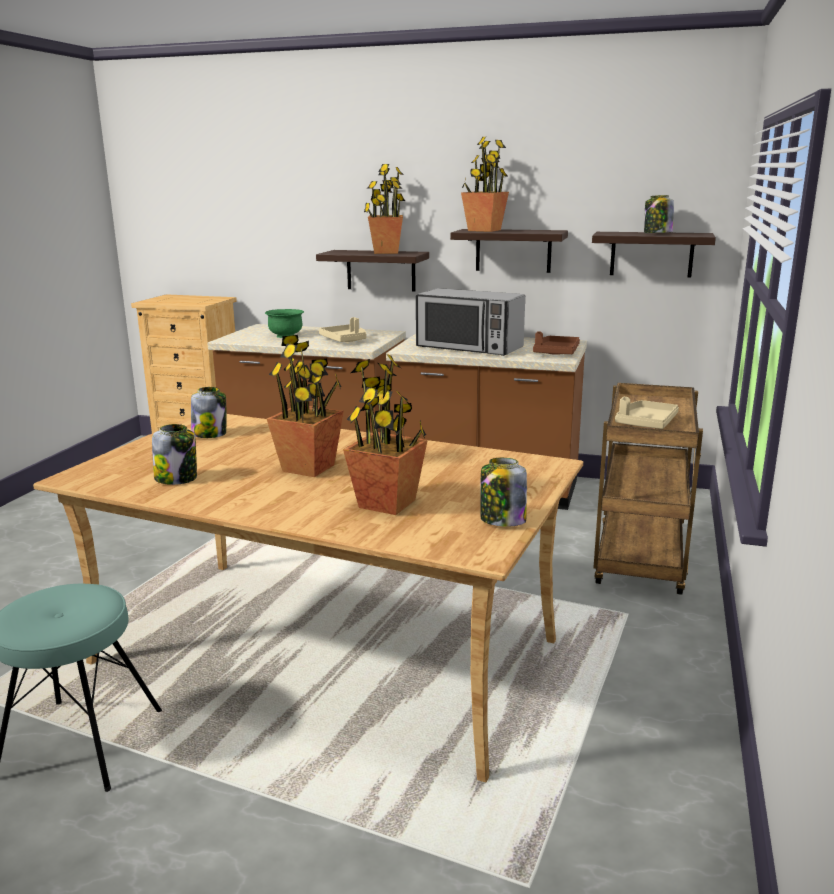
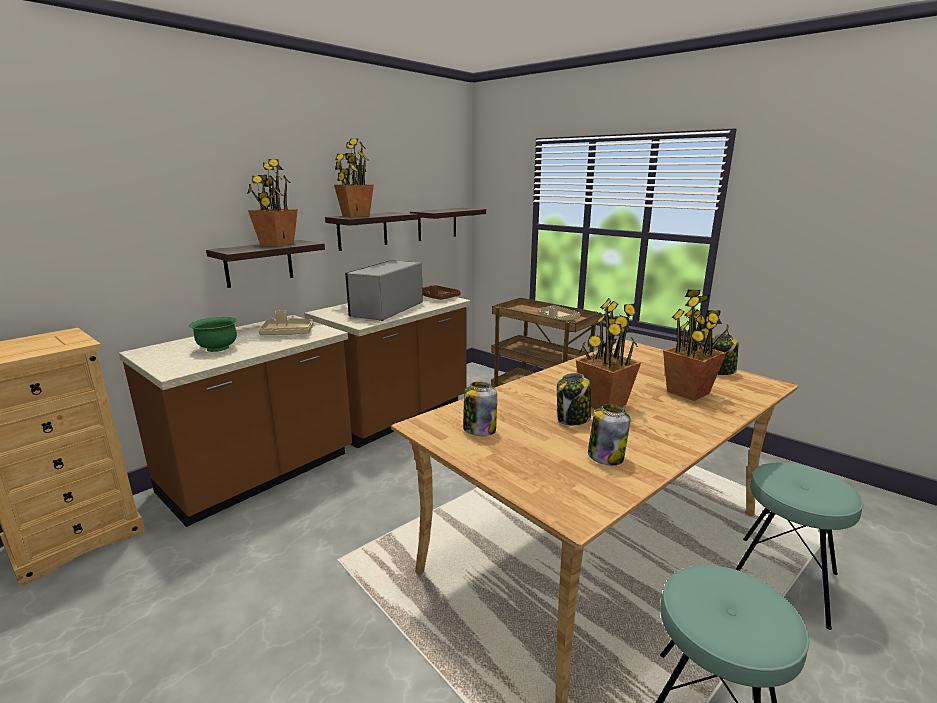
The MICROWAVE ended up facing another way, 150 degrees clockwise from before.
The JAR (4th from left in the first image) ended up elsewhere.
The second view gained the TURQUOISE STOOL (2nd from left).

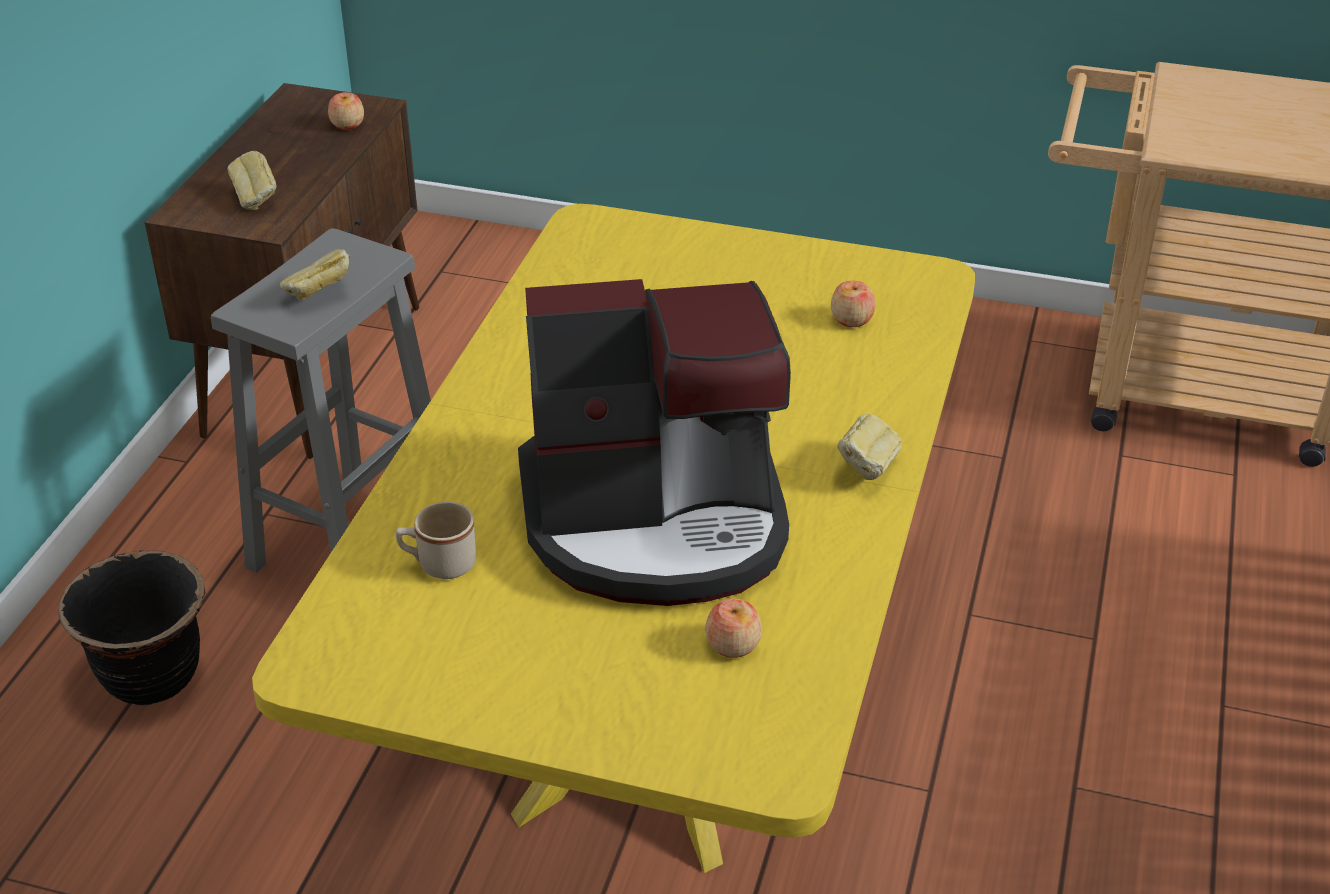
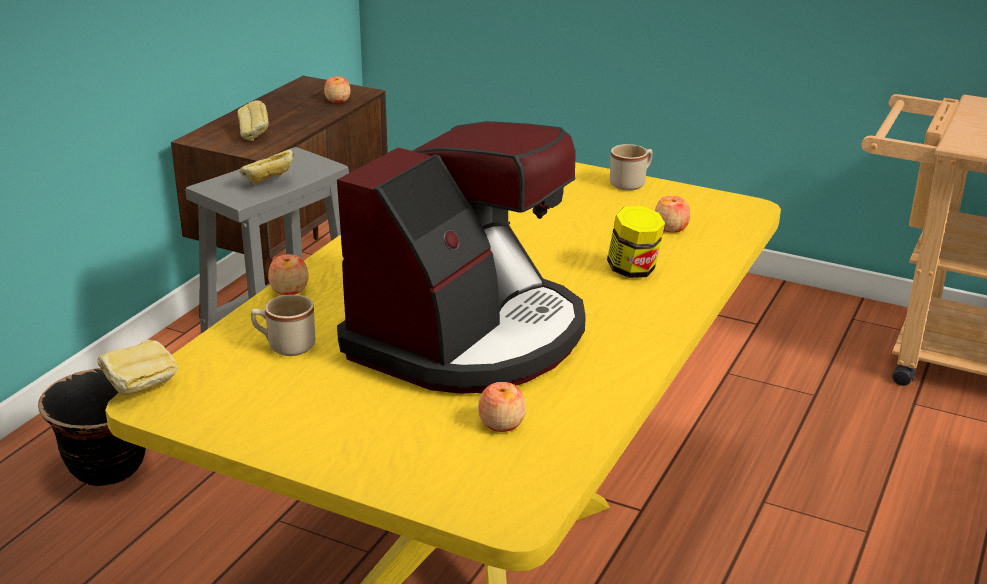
The BREAD (3rd from left in the first image) ended up elsewhere.
The second view gained the APPLE (1st from left).
The COFFEE MACHINE ended up facing another way, 60 degrees counterclockwise from before.
The second view gained the JAR.
The second view gained the BEIGE MUG (2nd from left).

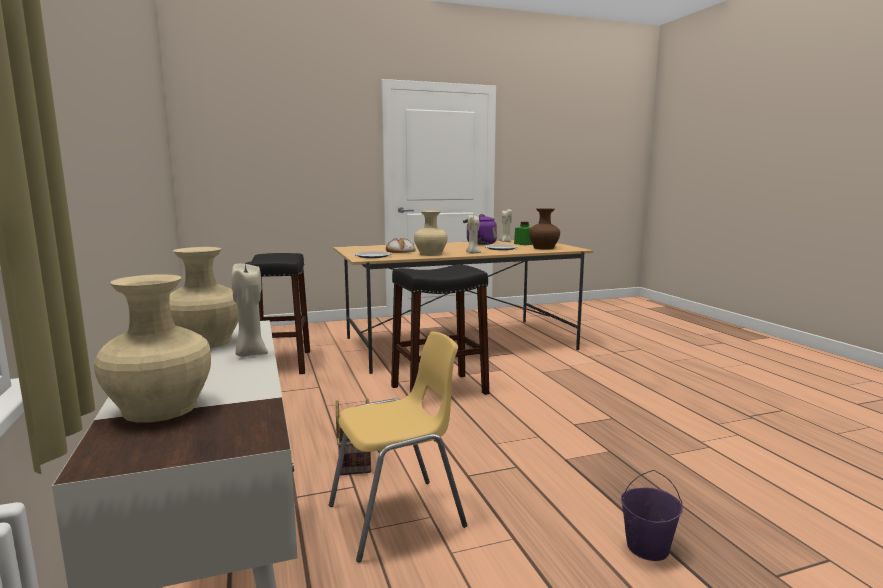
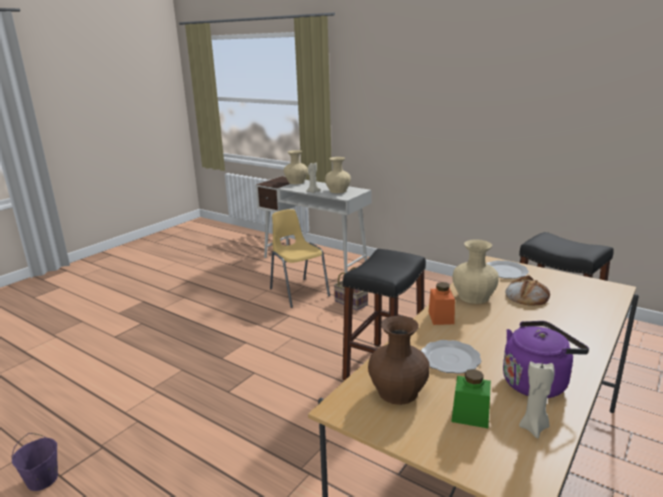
The PURPLE BUCKET ended up elsewhere.
The YELLOW CHAIR ended up facing another way, 120 degrees clockwise from before.
Where the BEIGE CANDLE (2nd from left) stood, the ORANGE JAR came to stand.

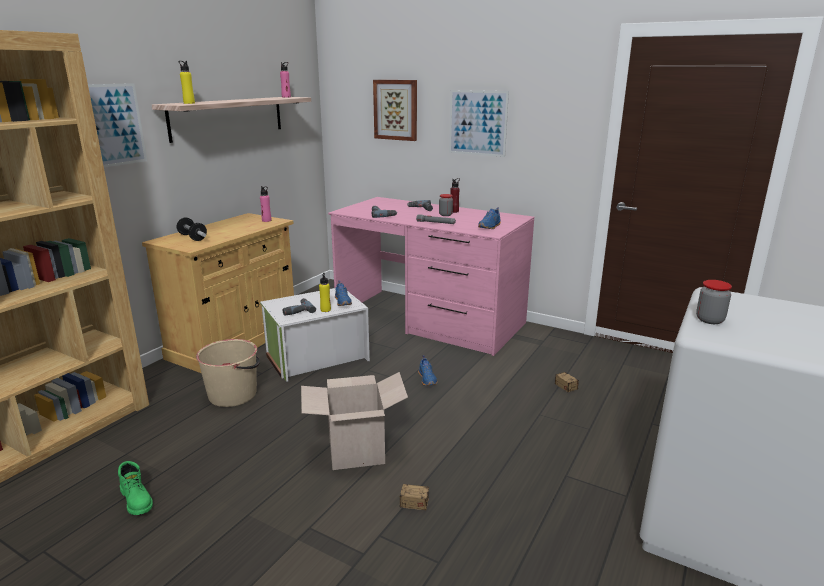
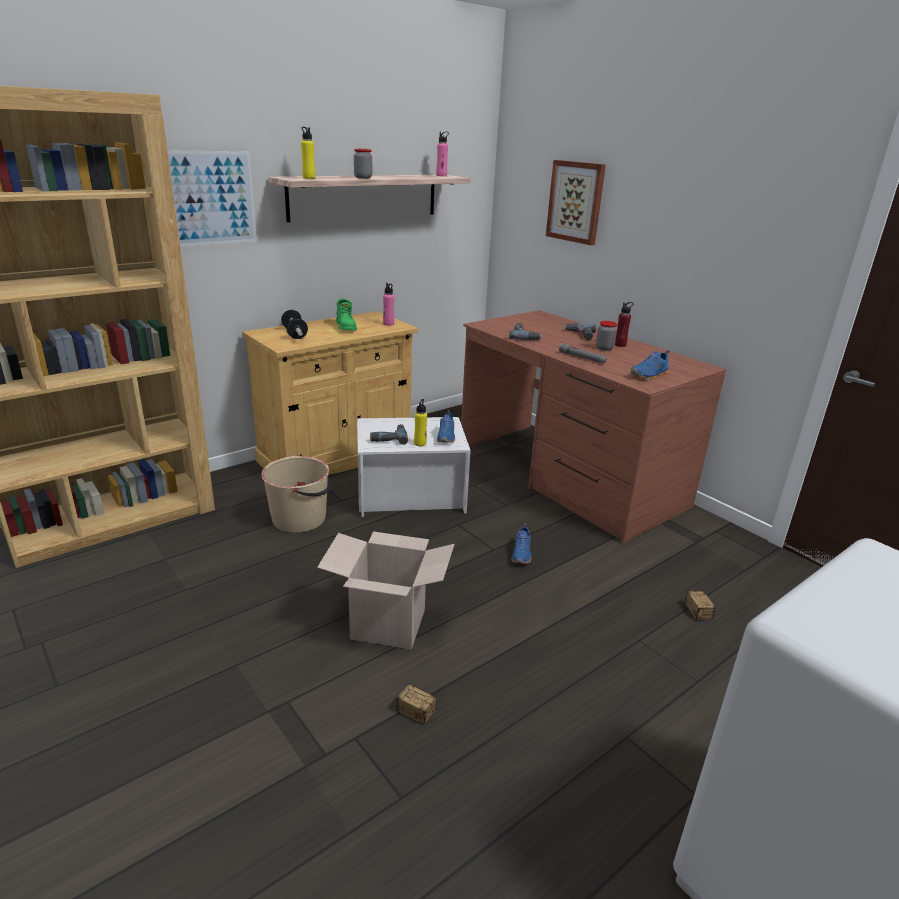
The GREEN BOOT ended up elsewhere.
The JAR (2nd from left in the first image) ended up elsewhere.
What was the PINK DESK turned into the BROWN DESK.
The second view lost the PICTURE (3rd from left).

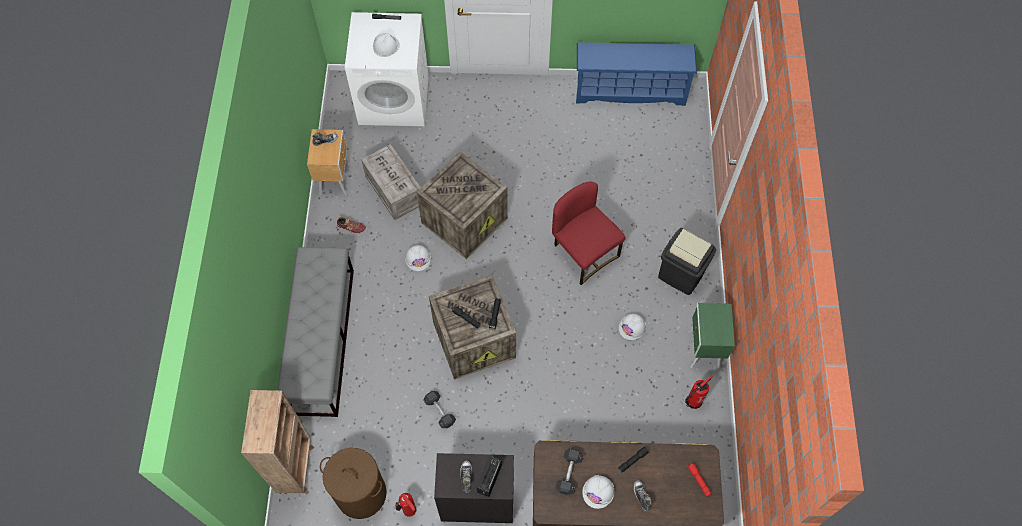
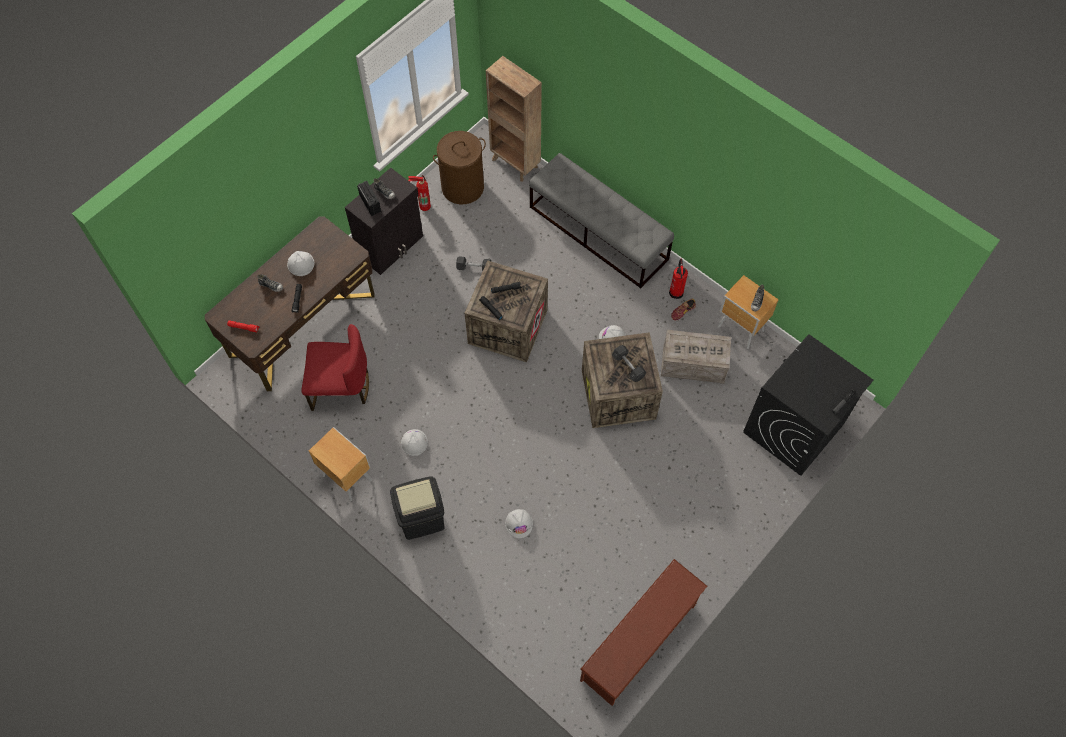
The RED CHAIR ended up elsewhere.
What was the GREEN NIGHTSTAND turned into the BROWN NIGHTSTAND (1st from left).
The WHITE HARD HAT (1st from left in the first image) ended up elsewhere.
What was the BLUE SHOE RACK turned into the BROWN SHOE RACK.
The GREY DUMBBELL (2nd from left) ended up elsewhere.
The FIRE EXTINGUISHER (2nd from left) ended up elsewhere.
What was the WHITE WASHING MACHINE turned into the BLACK WASHING MACHINE.

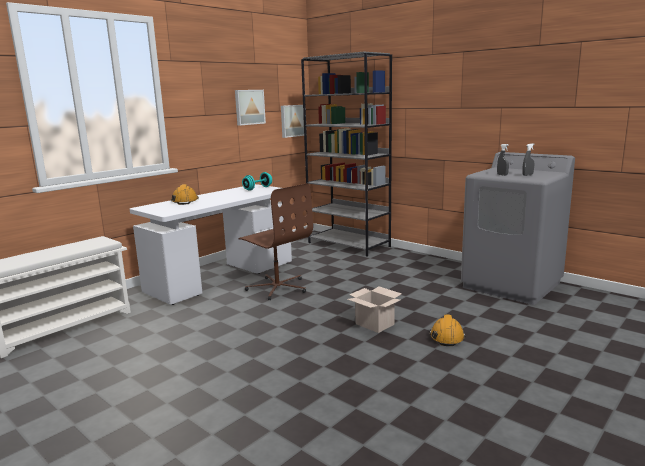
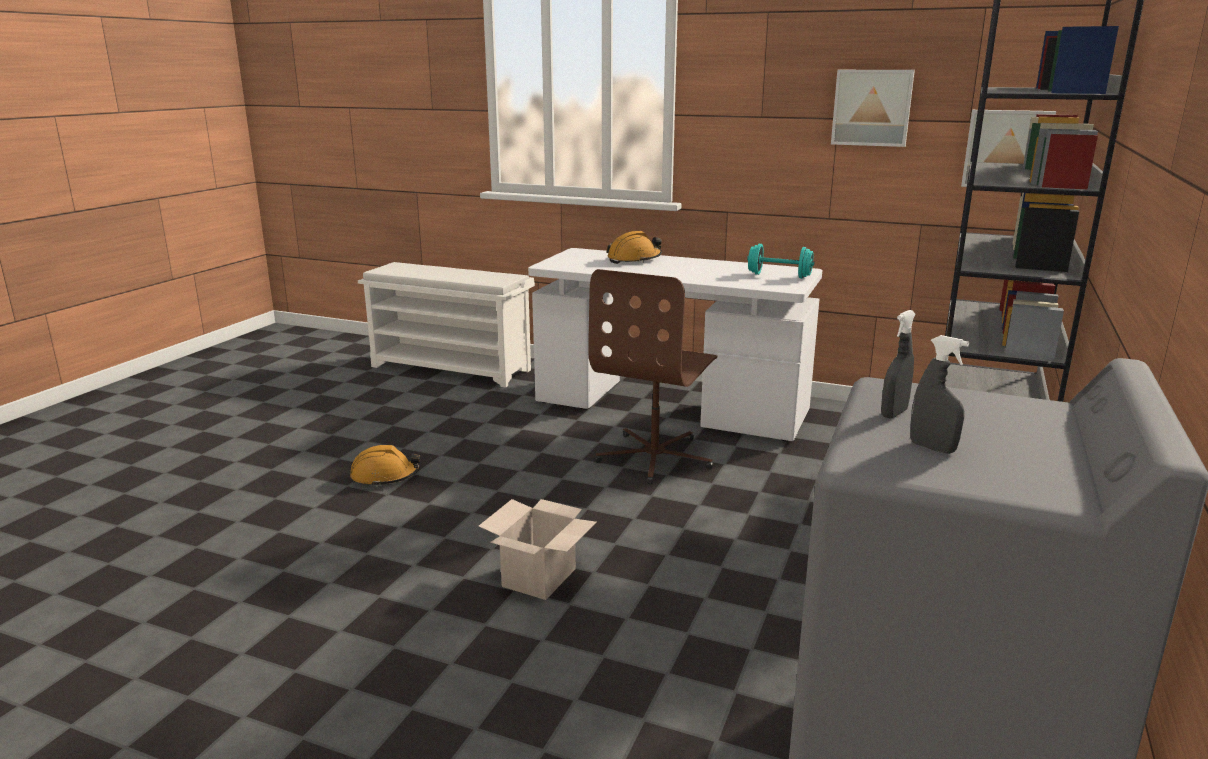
The ORANGE HARD HAT (2nd from left in the first image) ended up elsewhere.

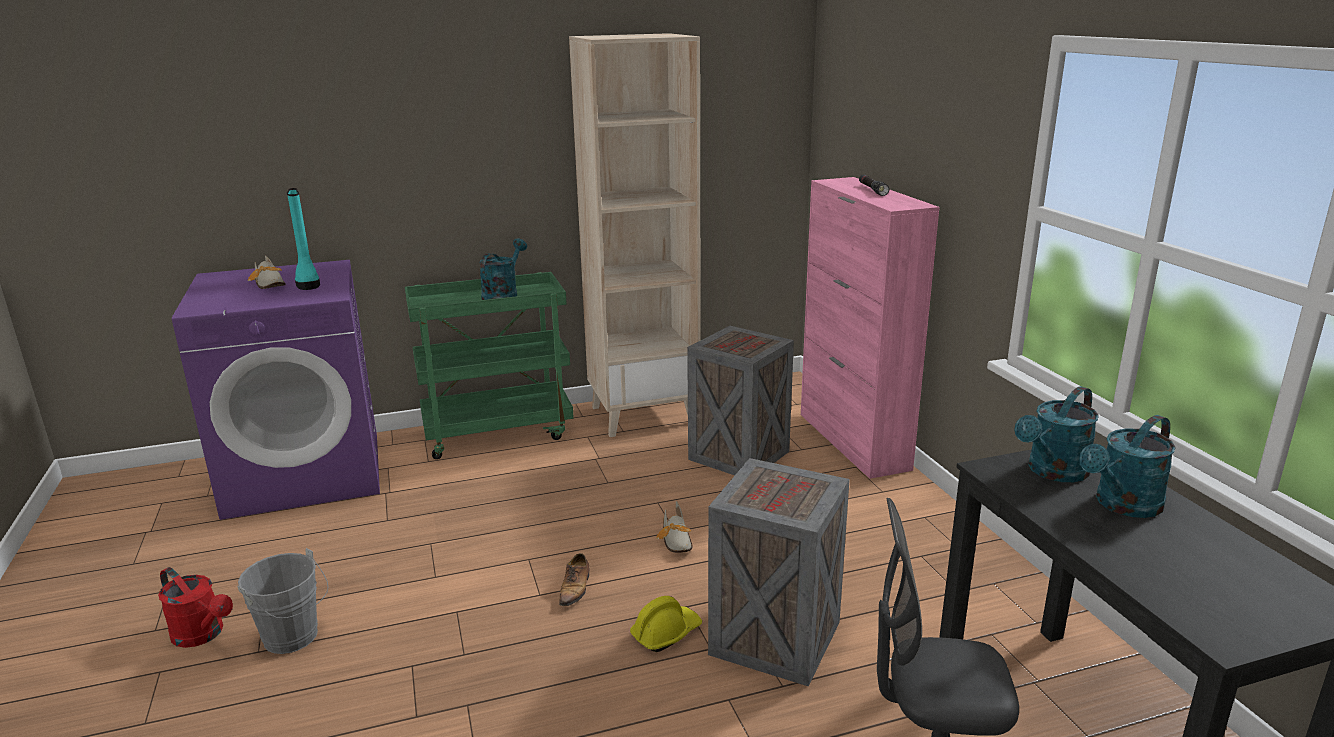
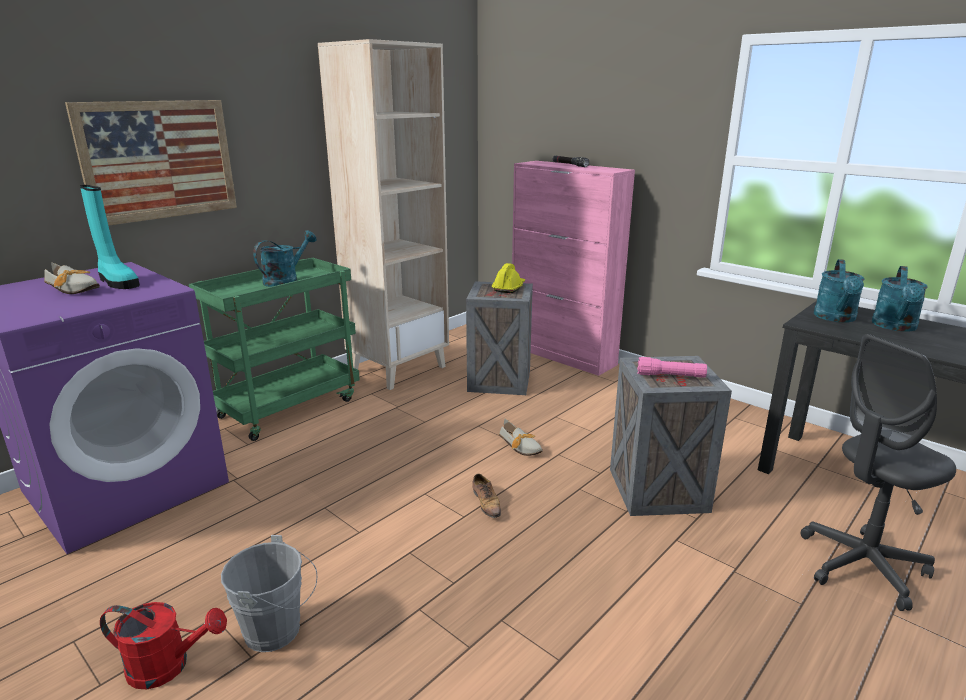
The second view gained the PICTURE.
The TURQUOISE WATERING CAN (1st from left) ended up facing another way, 45 degrees clockwise from before.
The YELLOW HARD HAT ended up elsewhere.
The second view gained the PINK FLASHLIGHT.

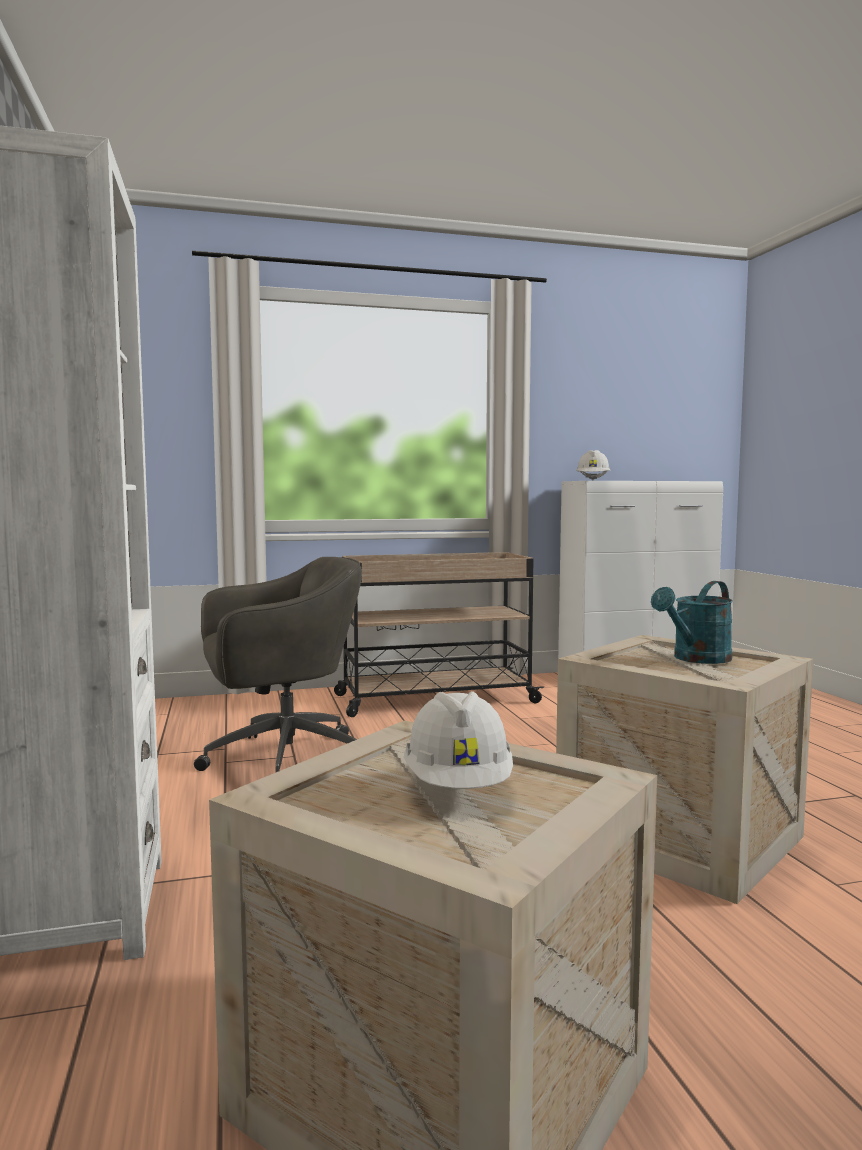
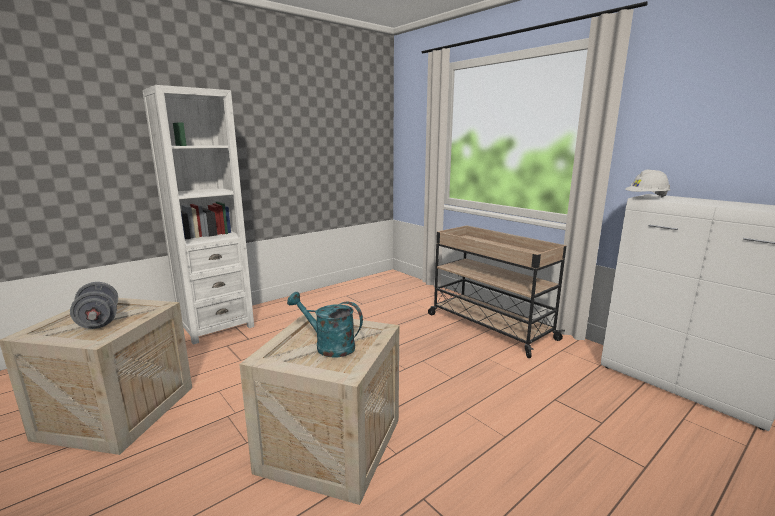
Where the WHITE HARD HAT (1st from left) stood, the GREY DUMBBELL came to stand.
The second view lost the GREY OFFICE CHAIR.

